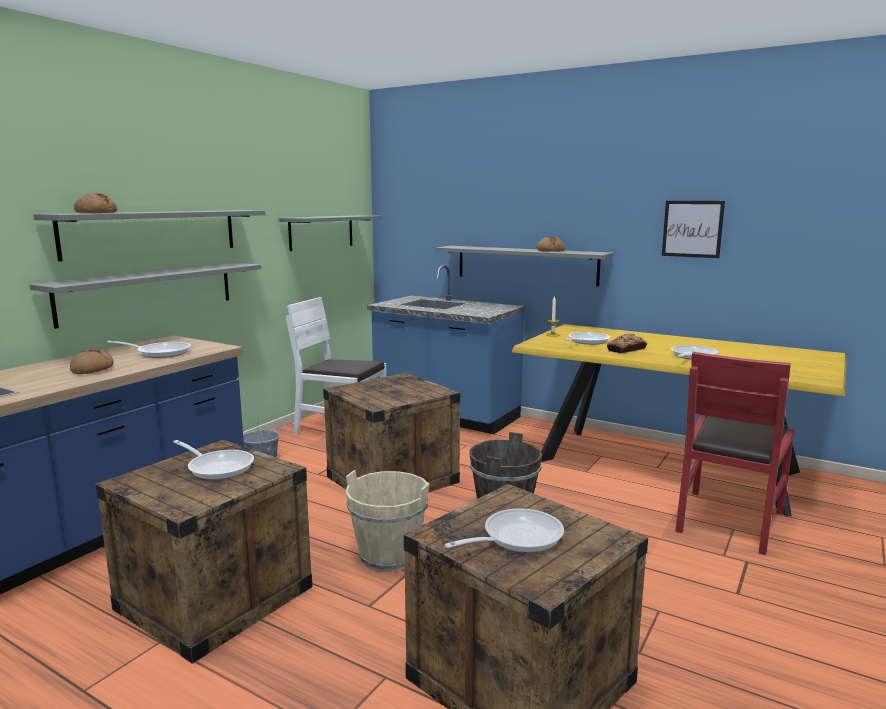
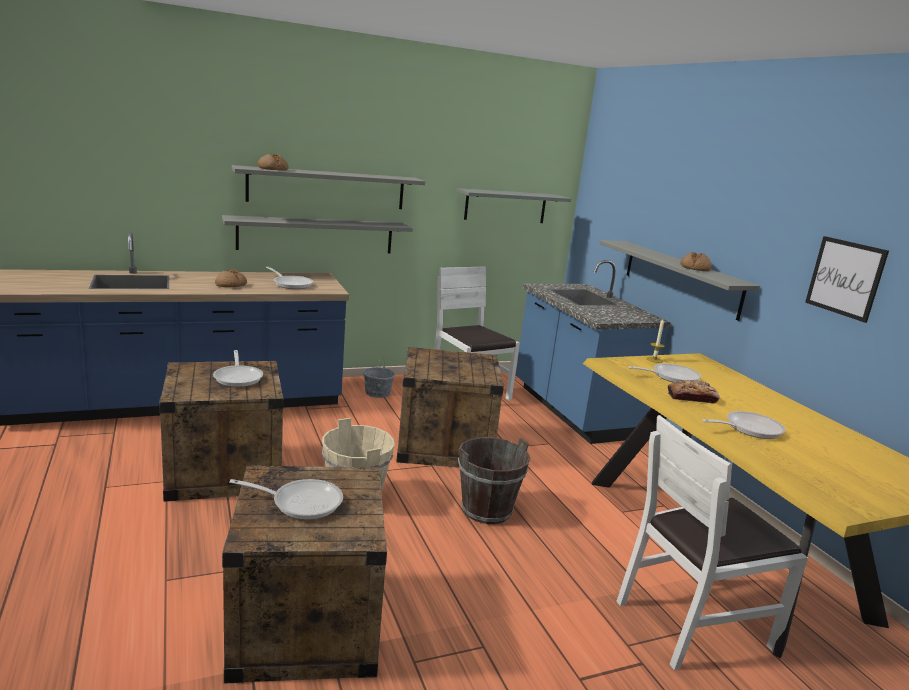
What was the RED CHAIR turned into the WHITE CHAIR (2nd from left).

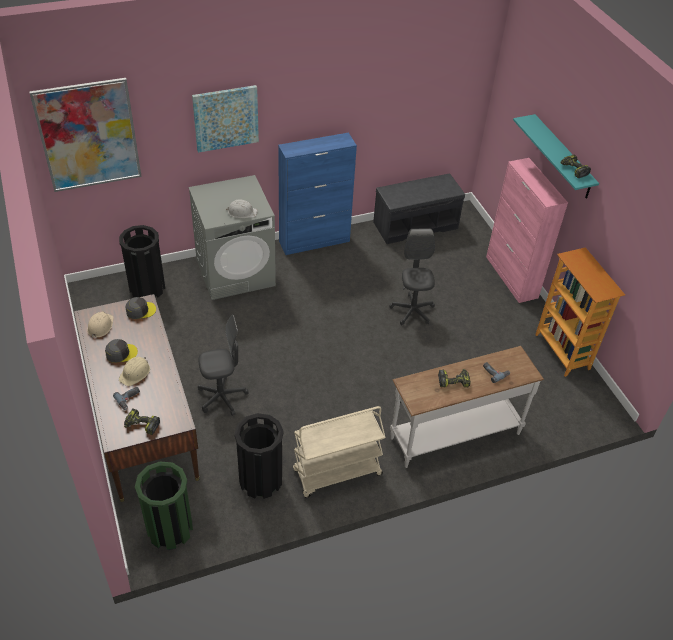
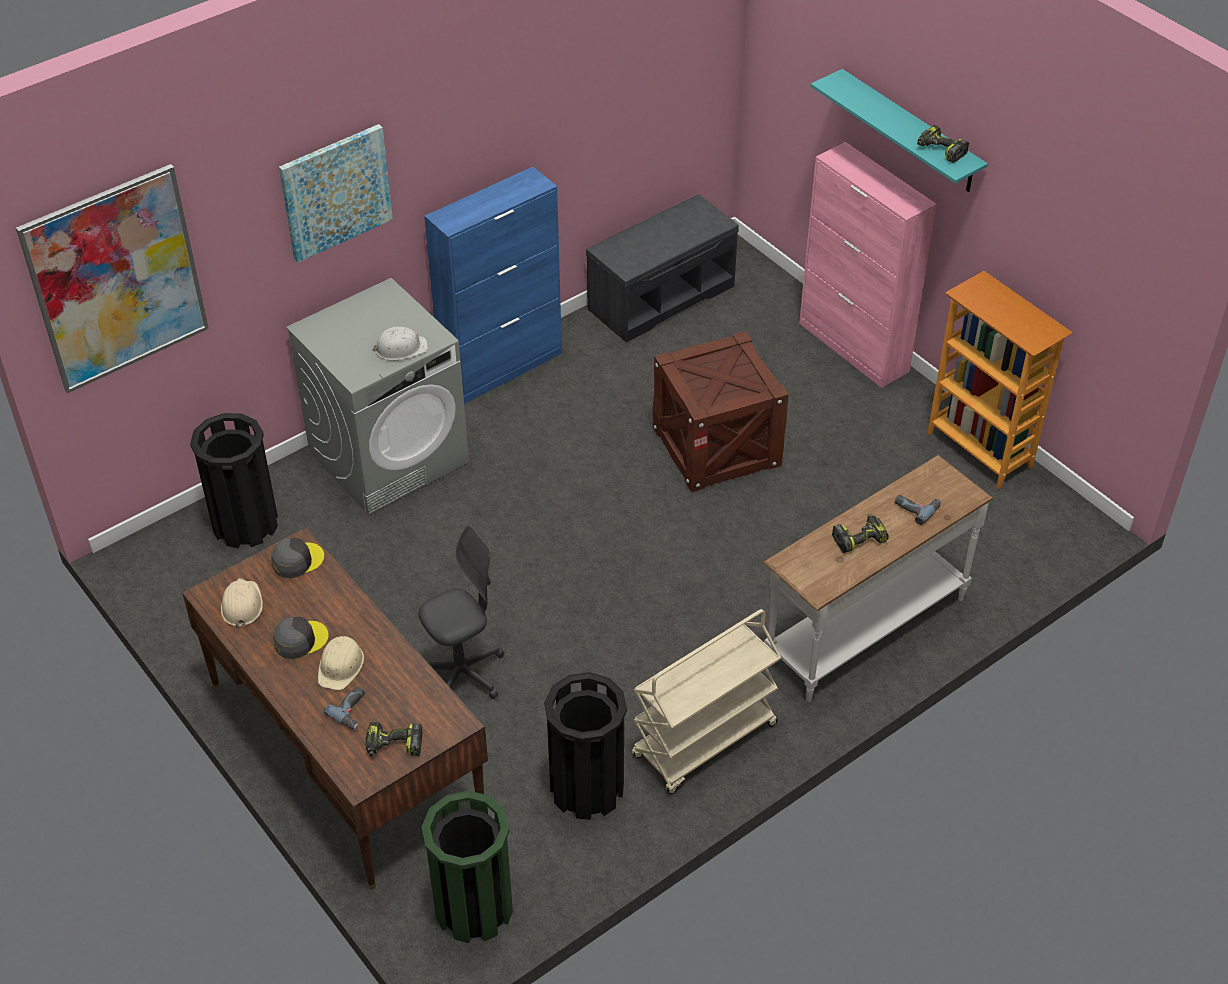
Where the GREY OFFICE CHAIR (2nd from left) stood, the CRATE came to stand.

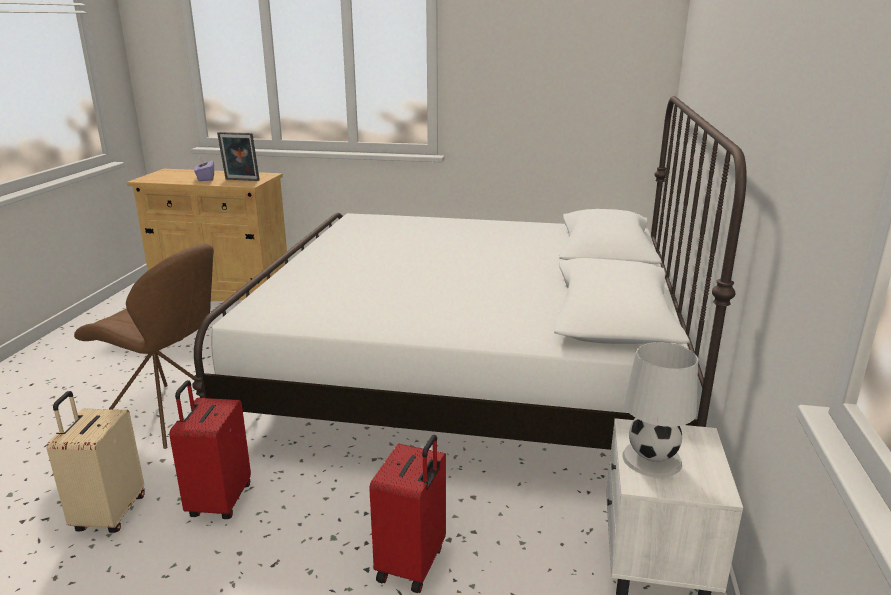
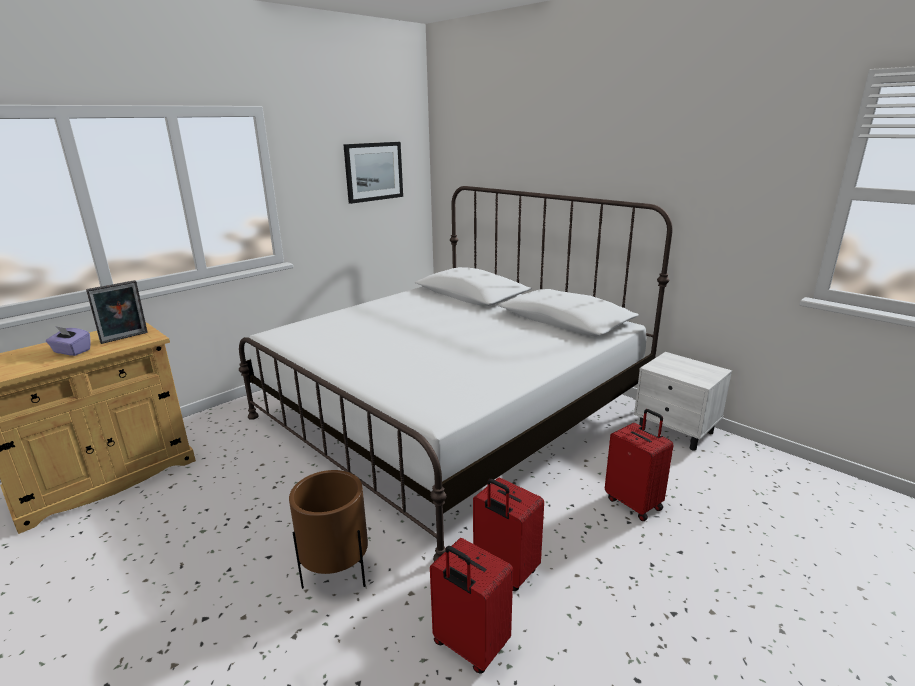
Where the BROWN CHAIR stood, the BROWN PLANTER came to stand.
The second view gained the PICTURE.
What was the BEIGE SUITCASE turned into the RED SUITCASE (1st from left).
The second view lost the WHITE TABLE LAMP.

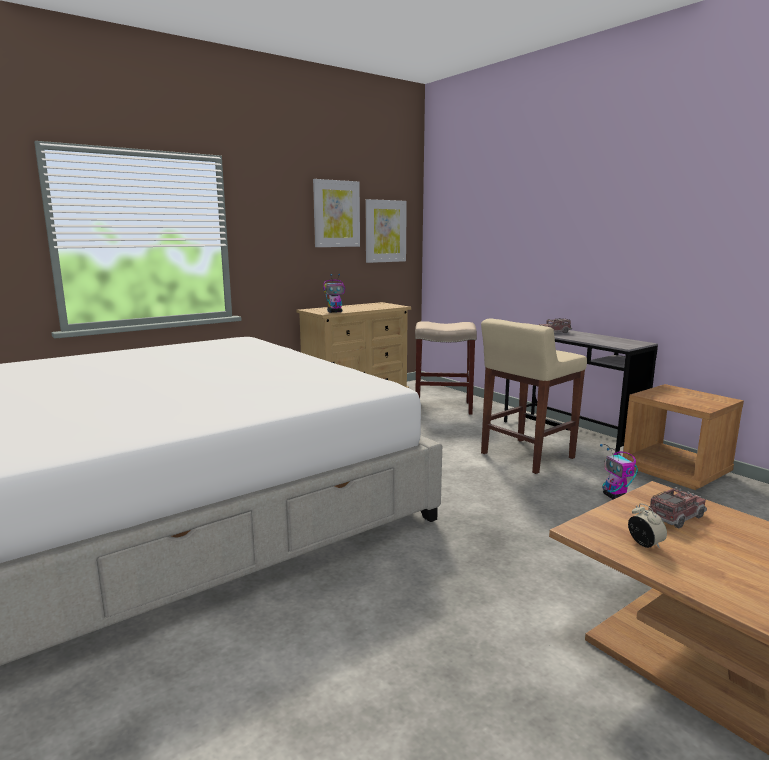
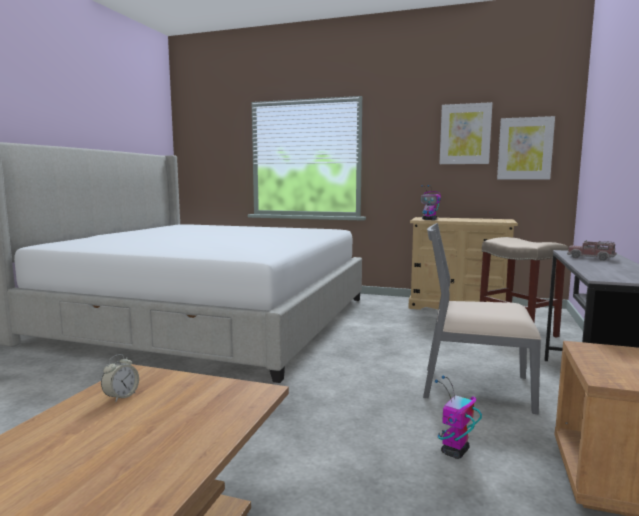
Where the BEIGE STOOL (2nd from left) stood, the GREY CHAIR came to stand.
The second view lost the TOY TRUCK (2nd from left).

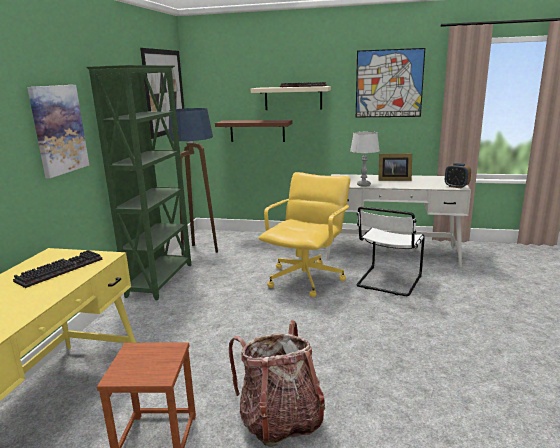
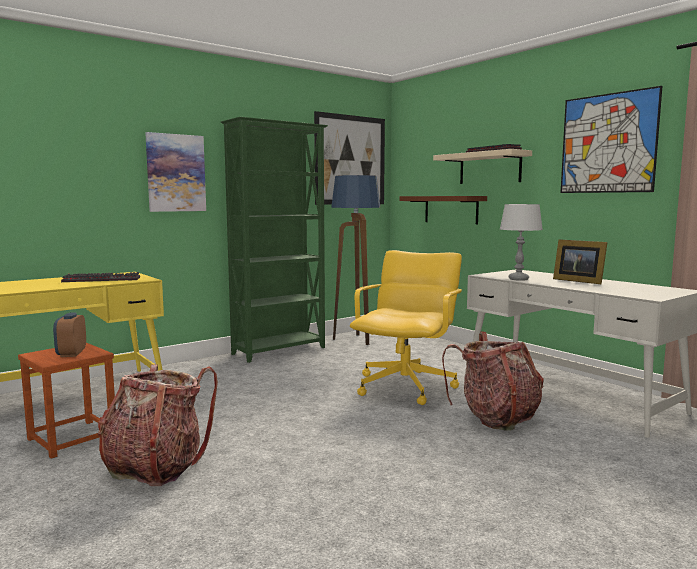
The ALARM CLOCK ended up elsewhere.
The YELLOW OFFICE CHAIR ended up facing another way, 45 degrees counterclockwise from before.
Where the WHITE CHAIR stood, the BACKPACK (2nd from left) came to stand.

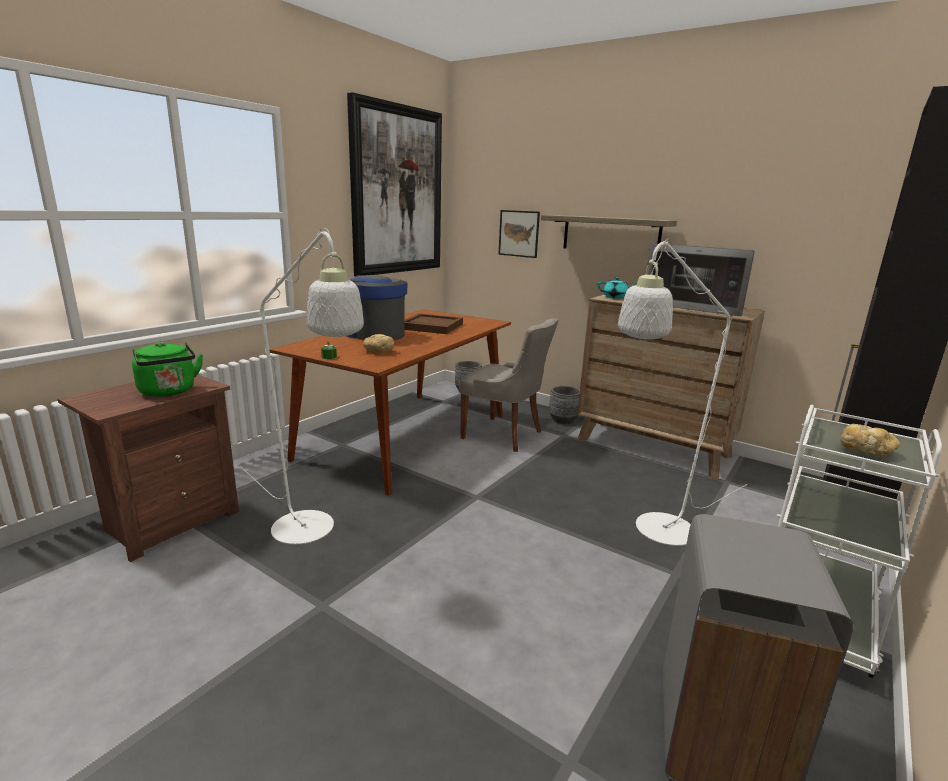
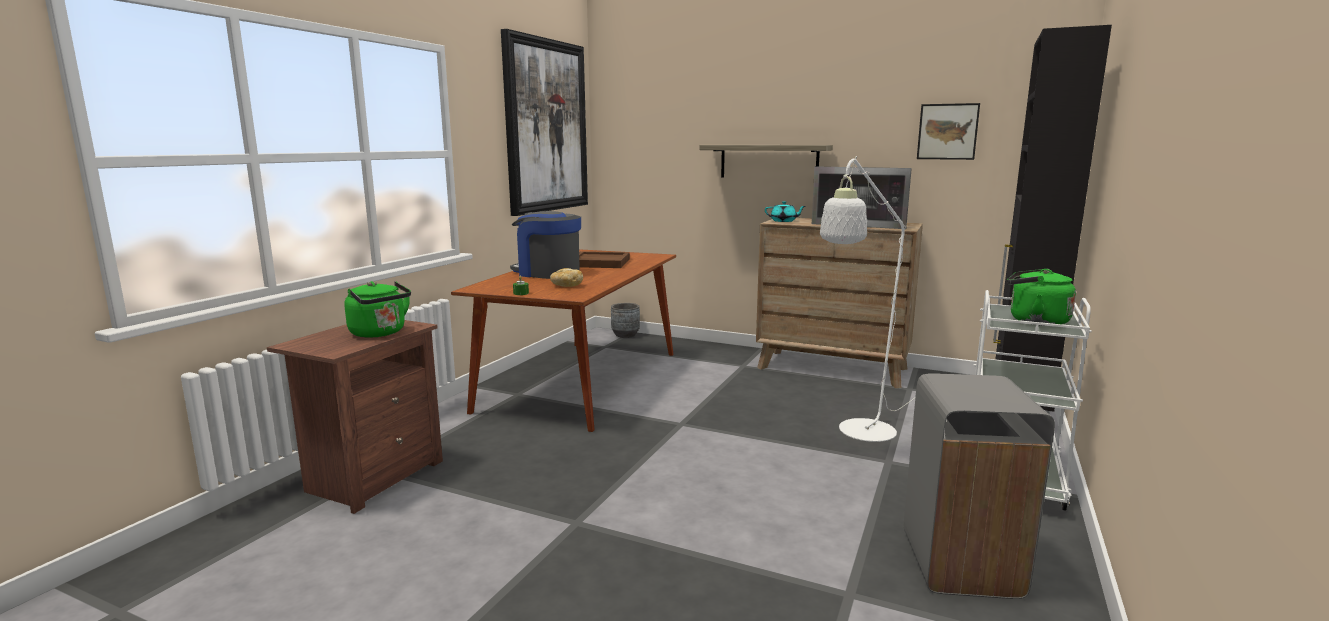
The PICTURE (2nd from left) ended up elsewhere.
Where the BREAD (2nd from left) stood, the GREEN KETTLE (2nd from left) came to stand.
The second view lost the WHITE FLOOR LAMP (1st from left).
The second view lost the GREY CHAIR.
The second view lost the GREY PLANTER (2nd from left).

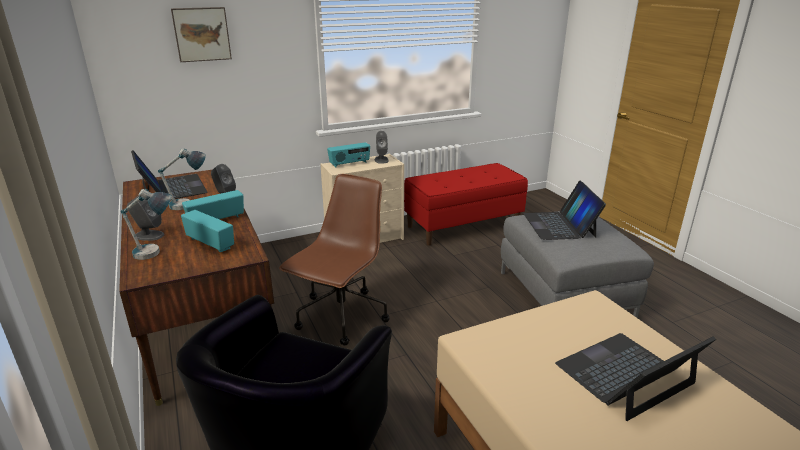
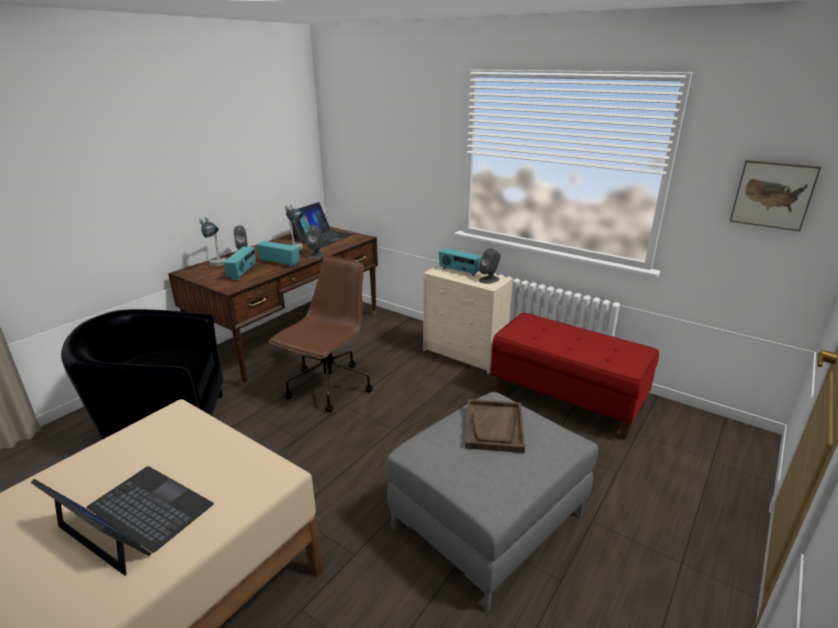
The BROWN OFFICE CHAIR ended up facing another way, 60 degrees counterclockwise from before.
Where the LAPTOP (2nd from left) stood, the BROWN TRAY came to stand.
The PICTURE ended up elsewhere.

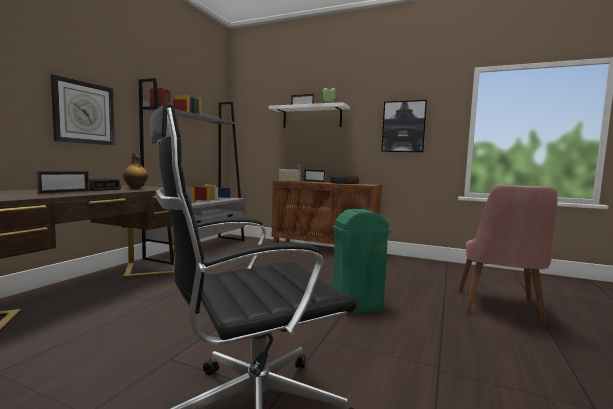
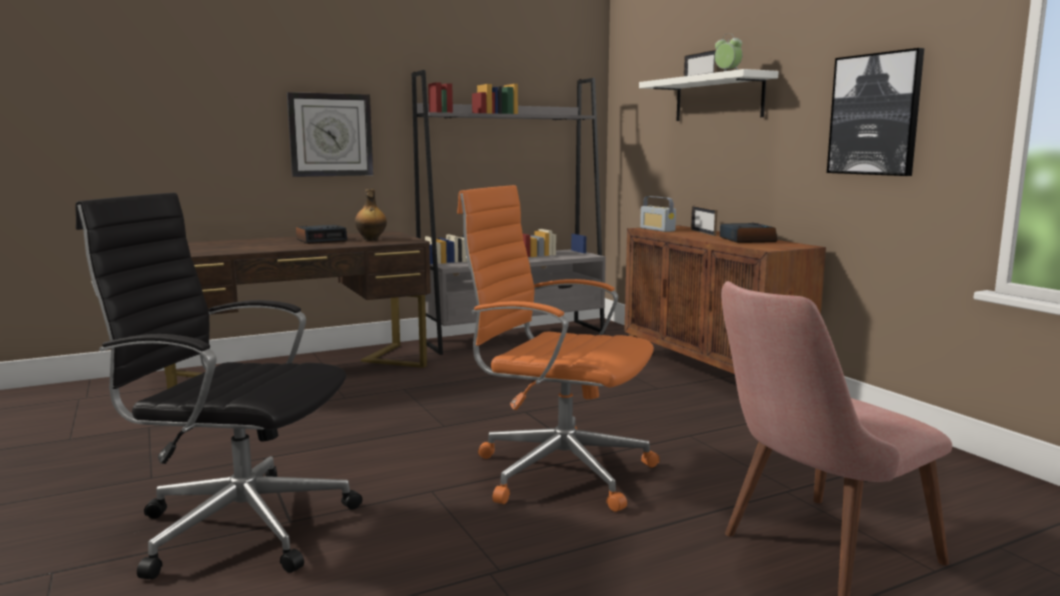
Where the GREEN TRASH CAN stood, the ORANGE OFFICE CHAIR came to stand.
The second view lost the PICTURE FRAME (1st from left).

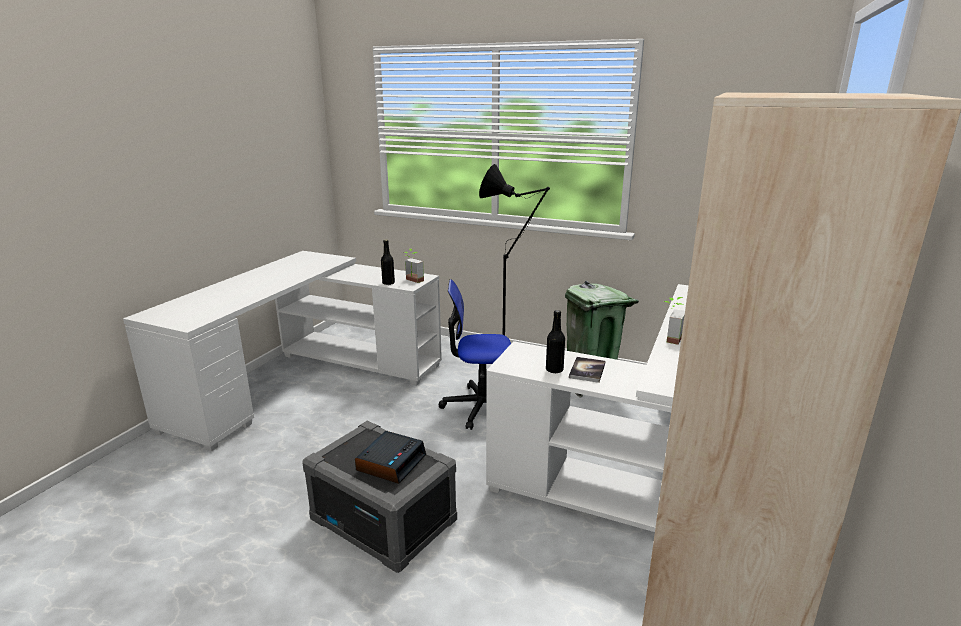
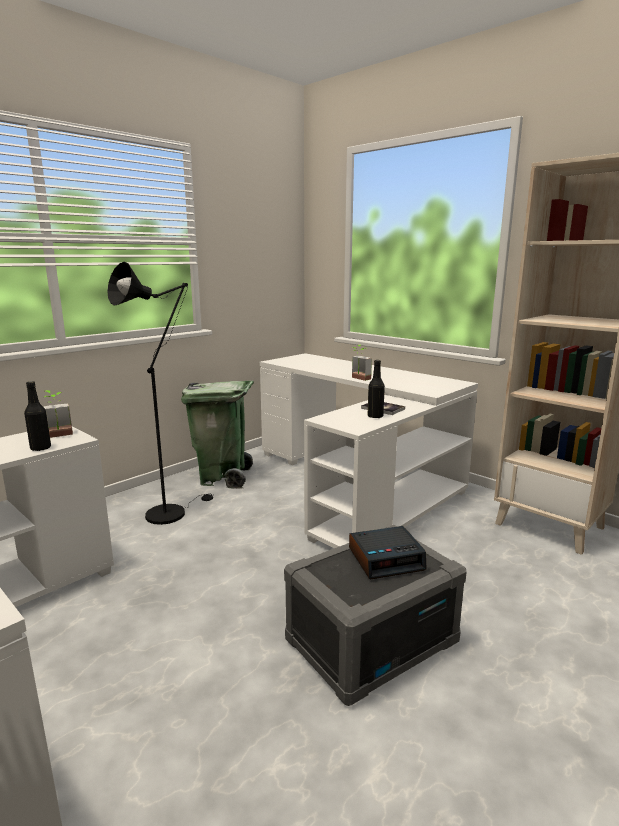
The ALARM CLOCK ended up facing another way, 120 degrees clockwise from before.
The second view lost the OFFICE CHAIR.

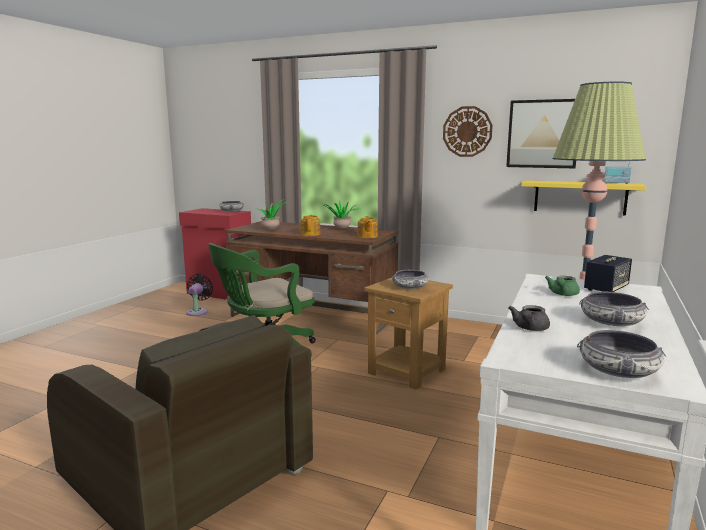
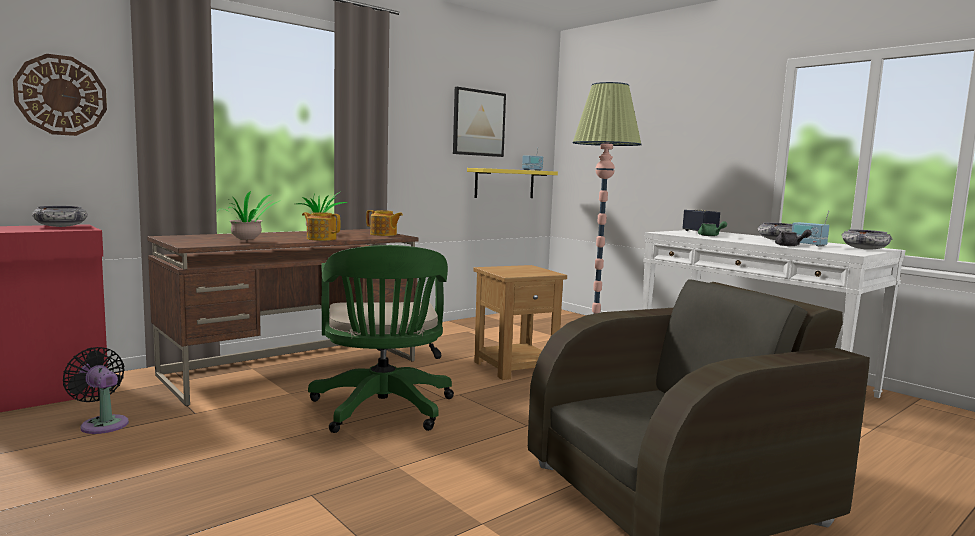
The WALL CLOCK ended up elsewhere.
The second view gained the RADIO (2nd from left).
The second view lost the BOWL (2nd from left).

